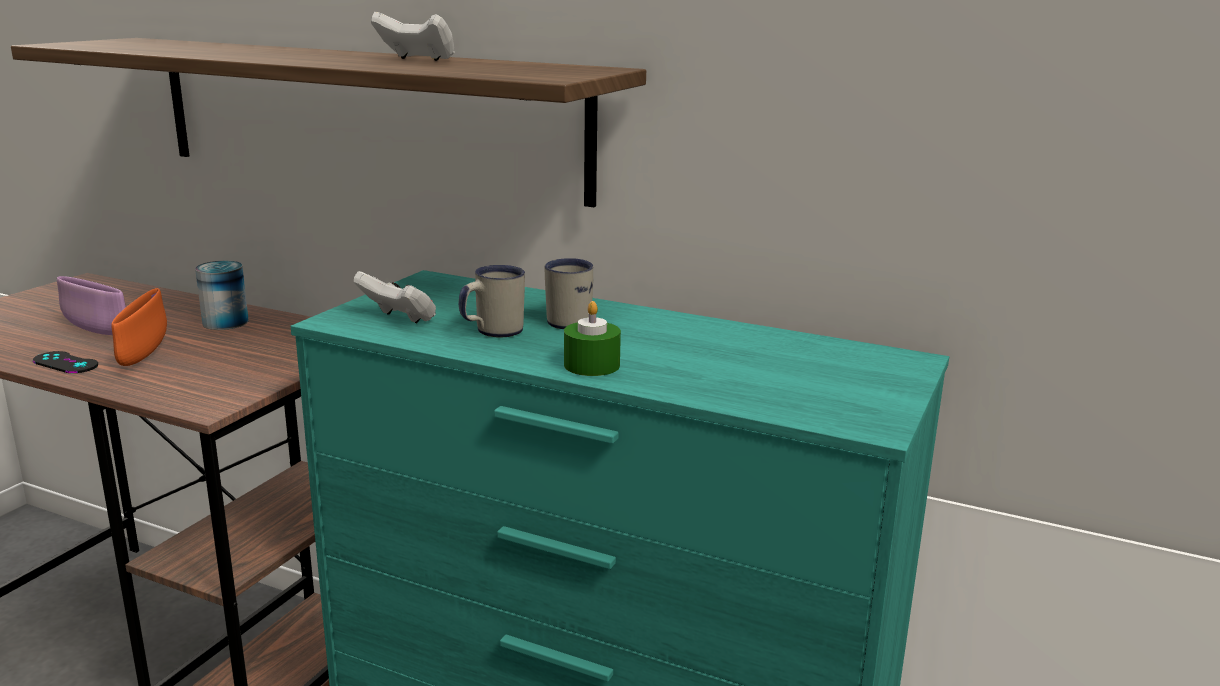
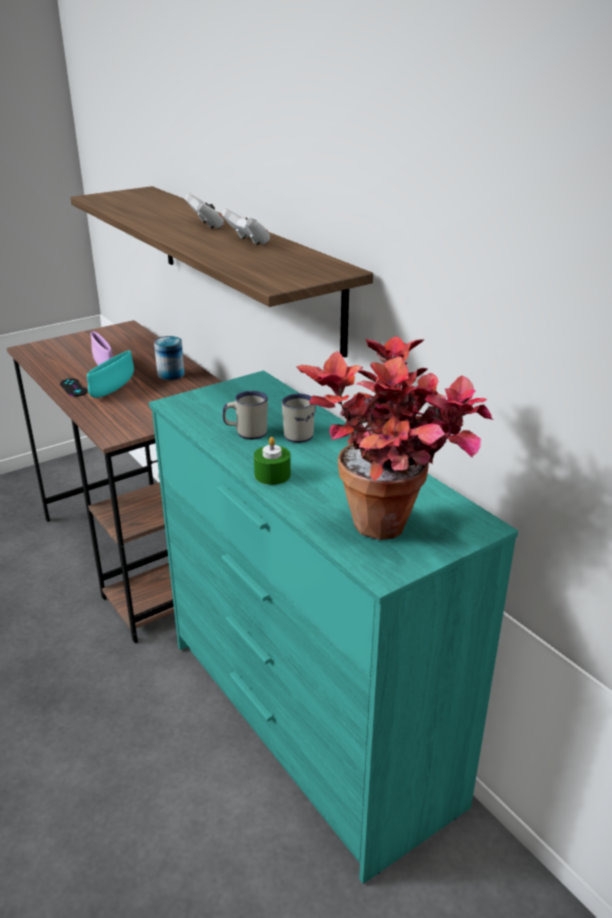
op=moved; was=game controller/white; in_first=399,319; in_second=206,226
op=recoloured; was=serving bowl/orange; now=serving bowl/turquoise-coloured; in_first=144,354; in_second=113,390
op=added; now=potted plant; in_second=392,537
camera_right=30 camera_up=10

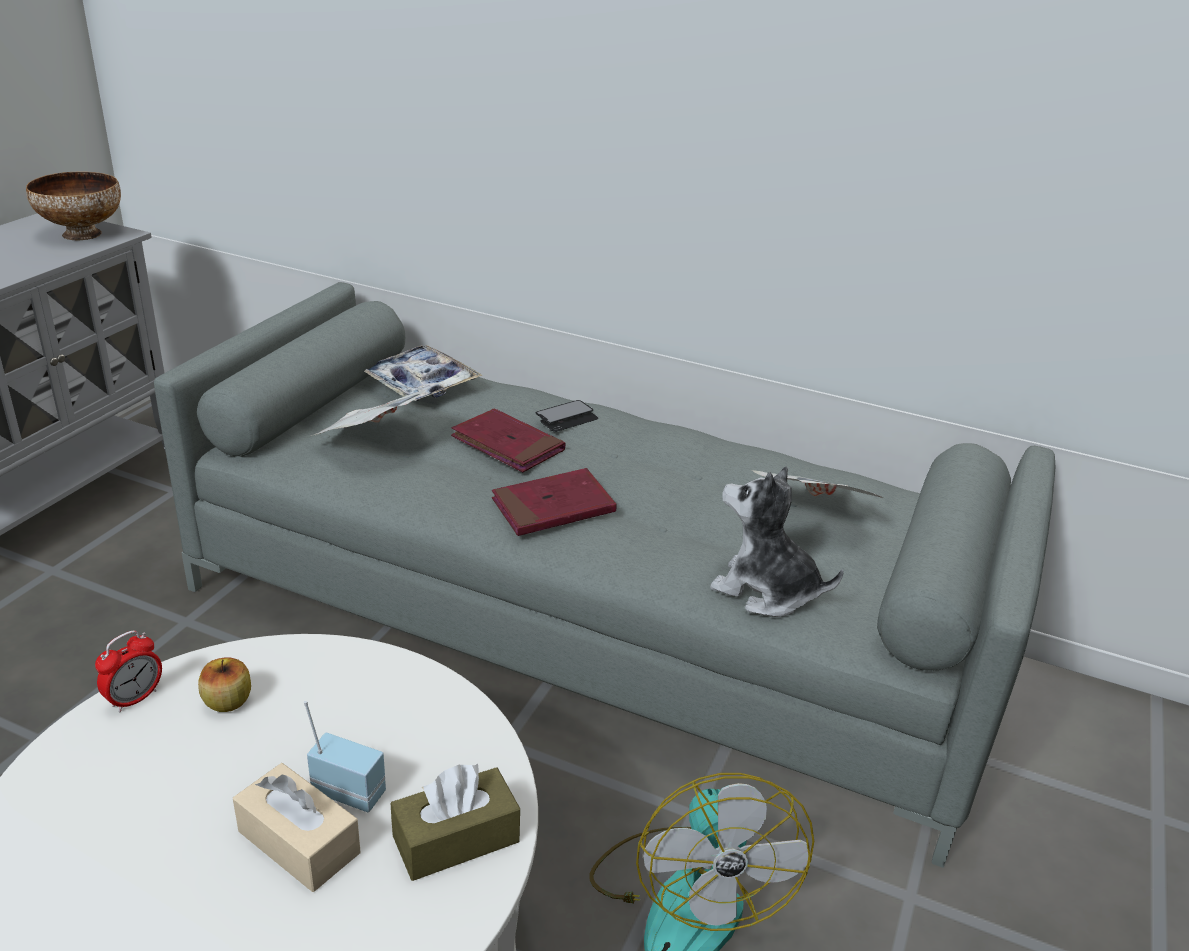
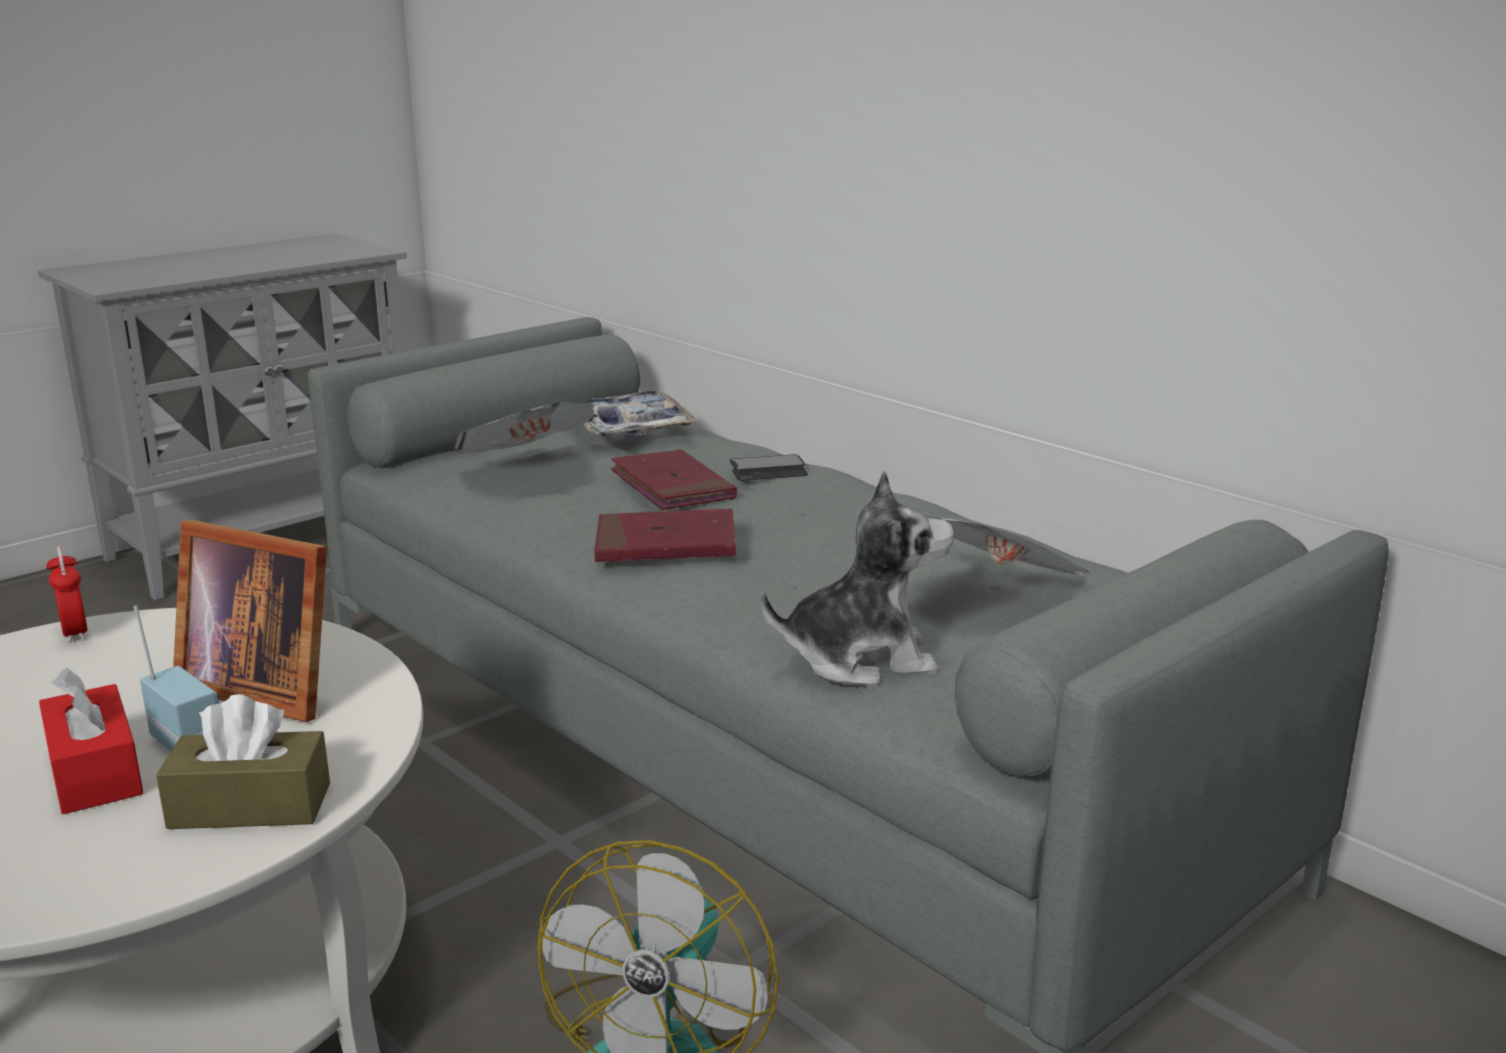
op=removed; was=serving bowl; in_first=84,234
op=turned; was=soft toy; in_first=765,591; in_second=860,659; clockwise=120
op=turned; was=bedside clock; in_first=135,698; in_second=75,633; clockwise=90
op=removed; was=apple; in_first=227,702
op=recoloured; was=box of tissues/beige; now=box of tissues/red; in_first=299,842; in_second=95,772
op=added; now=picture frame; in_second=263,687
camera_right=25 camera_up=-10

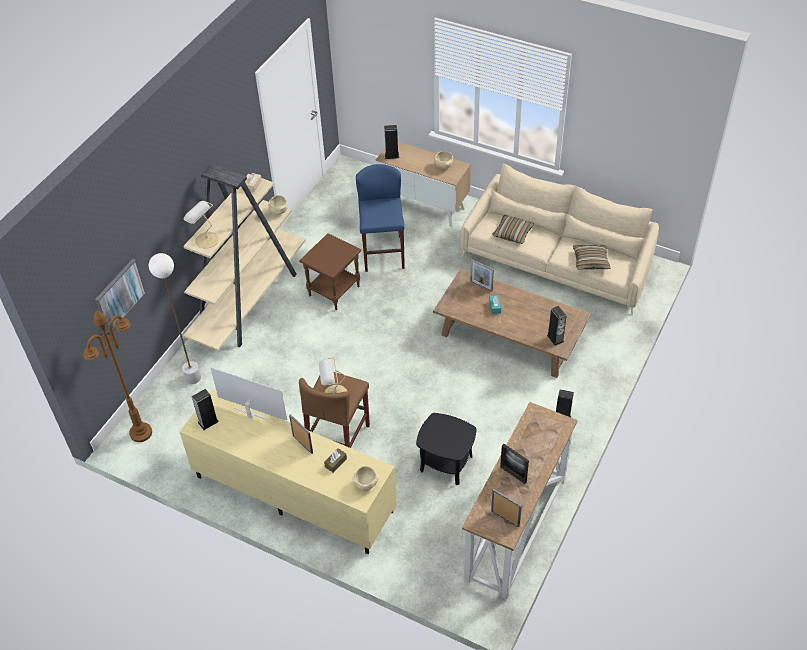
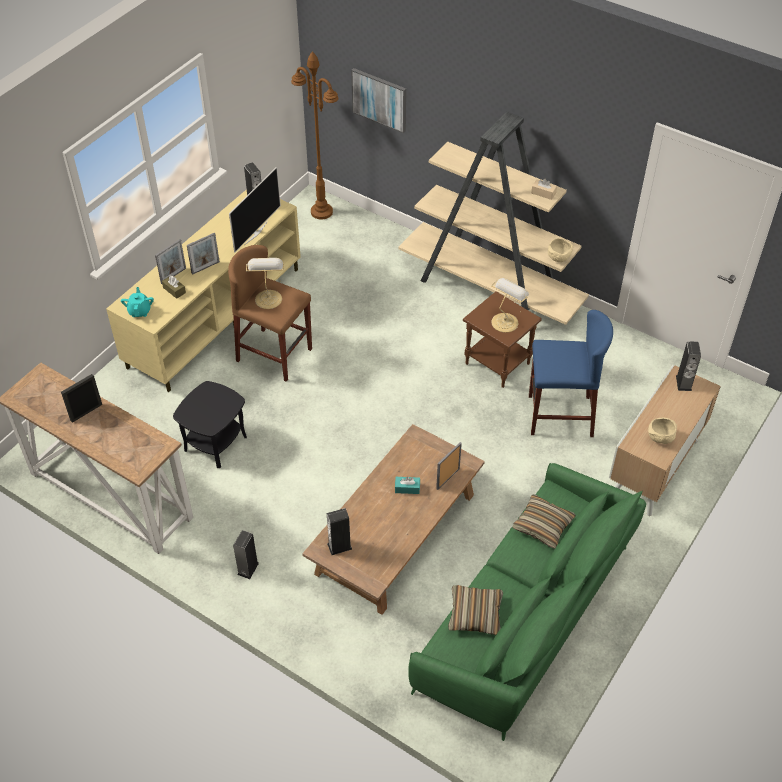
op=recoloured; was=couch/beige; now=couch/green-coloured; in_first=557,262; in_second=528,615
op=moved; was=lamp for a table; in_first=205,239; in_second=505,321
op=removed; was=floor lamp/white; in_first=193,378
op=replaced; was=serving bowl/beige; now=pot for tea/turquoise-coloured; in_first=366,484; in_second=139,311
op=moved; was=picture frame; in_first=505,518; in_second=173,276
camera_right=95 camera_up=0

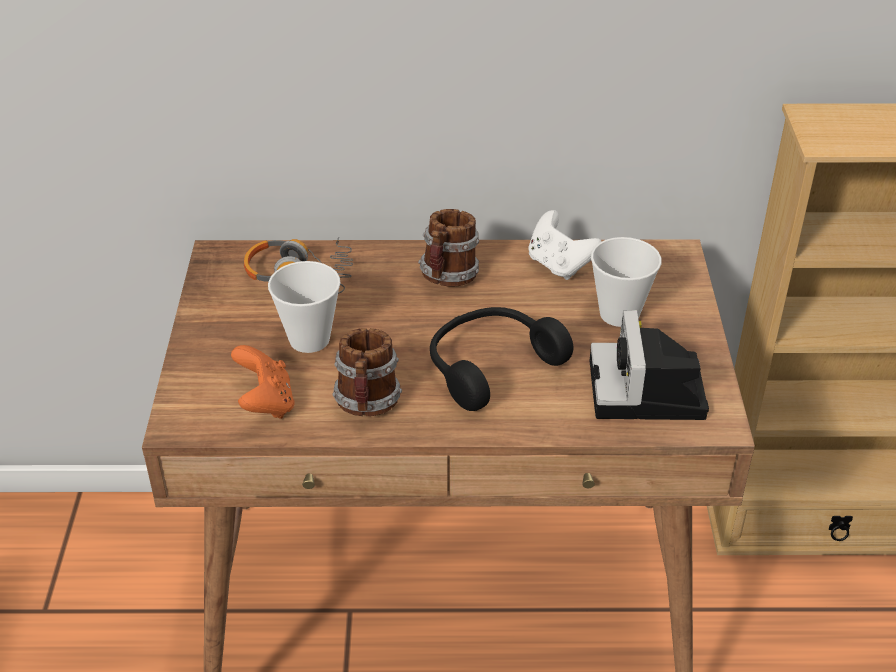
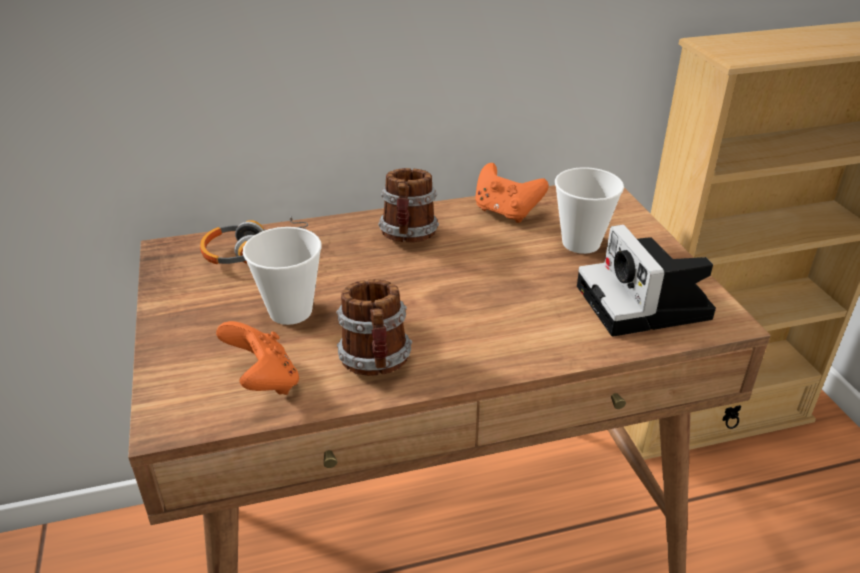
op=recoloured; was=game controller/white; now=game controller/orange; in_first=559,265; in_second=506,212
op=removed; was=headphones/black; in_first=490,365
camera_right=-15 camera_up=-5

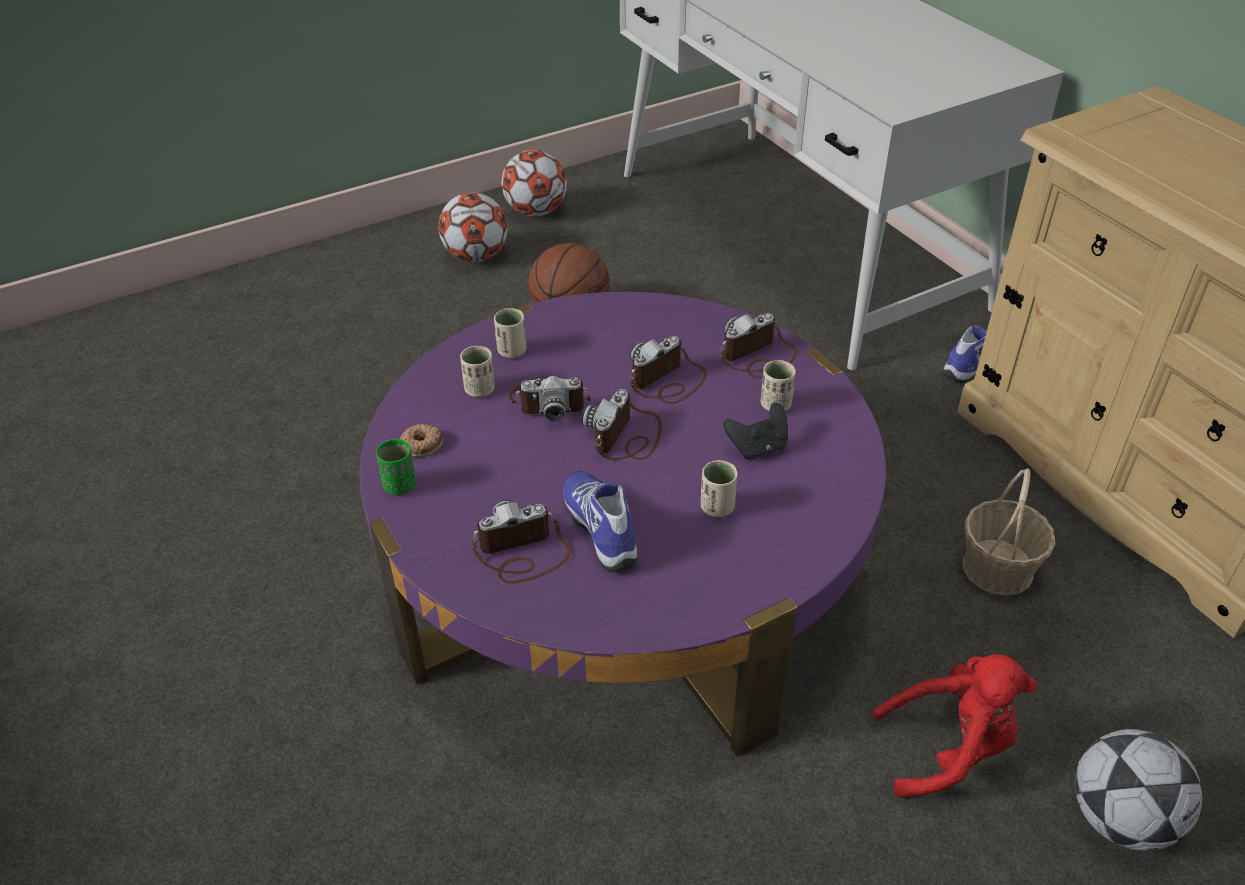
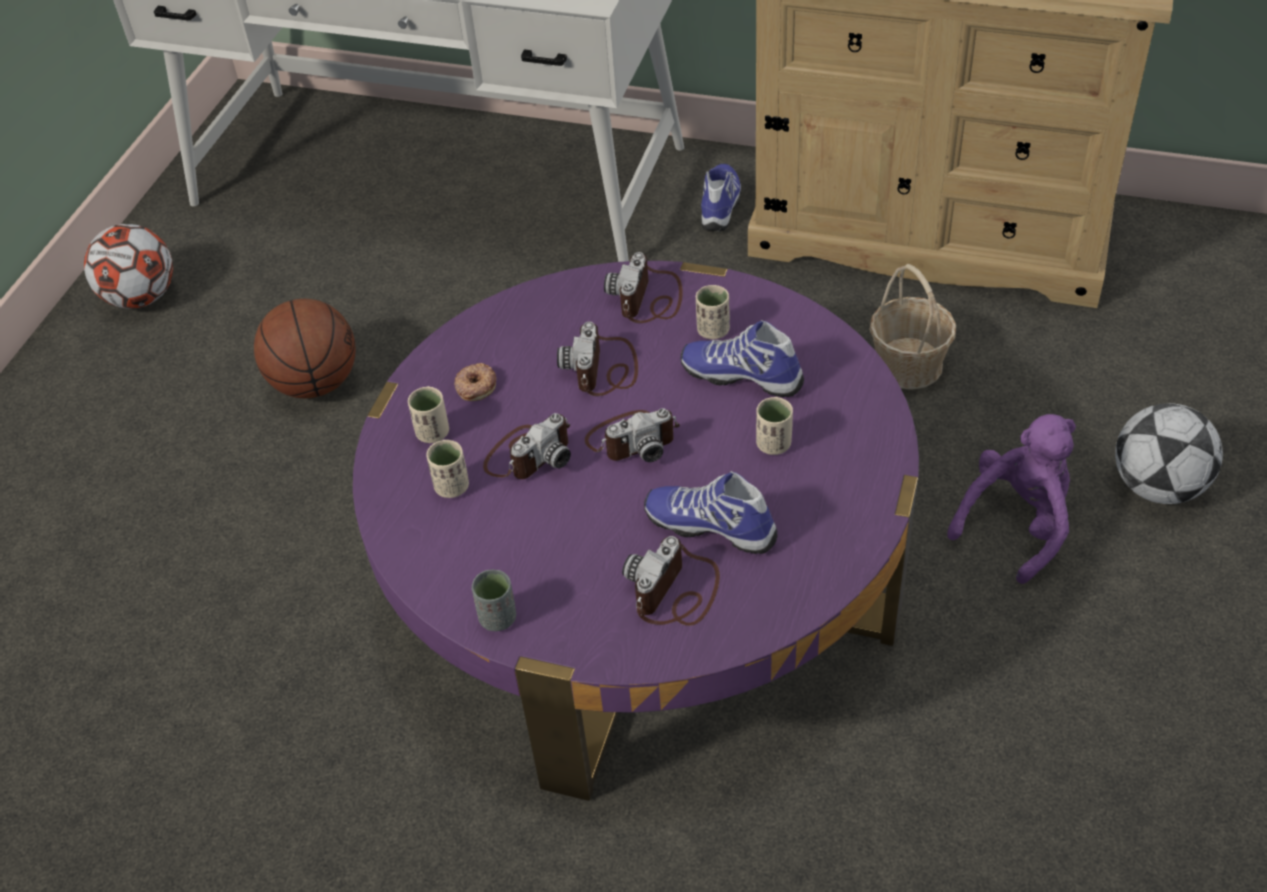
op=removed; was=ball for football; in_first=476,256
op=turned; was=photo camera; in_first=626,437; in_second=632,439; clockwise=-90
op=replaced; was=game controller/black; now=shoe; in_first=758,447; in_second=743,375
op=moved; was=ring doughnut; in_first=421,444; in_second=475,386
op=recoloured; was=drinking cup/green-coloured; now=drinking cup/grey; in_first=400,485; in_second=498,618
op=recoloured; was=soft toy/red; now=soft toy/purple; in_first=948,749; in_second=1017,524
camera_right=-40 camera_up=5

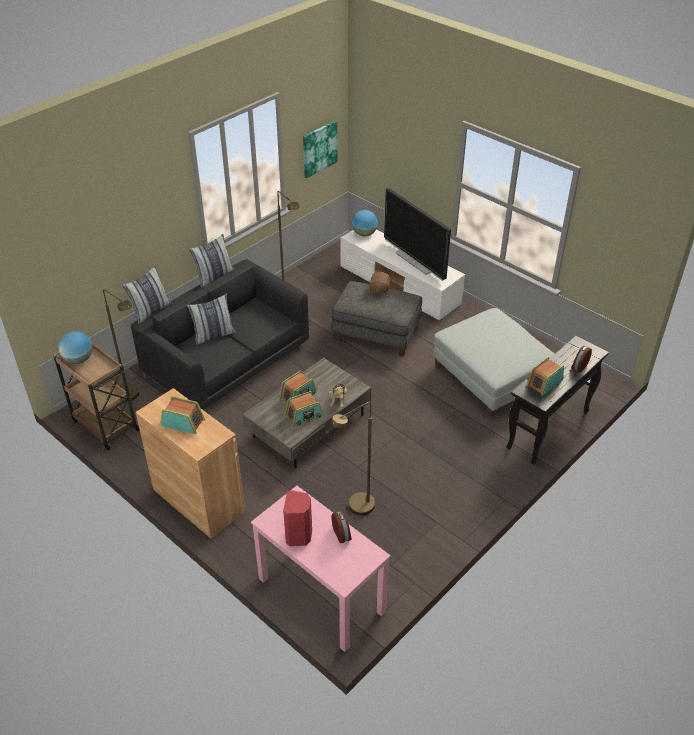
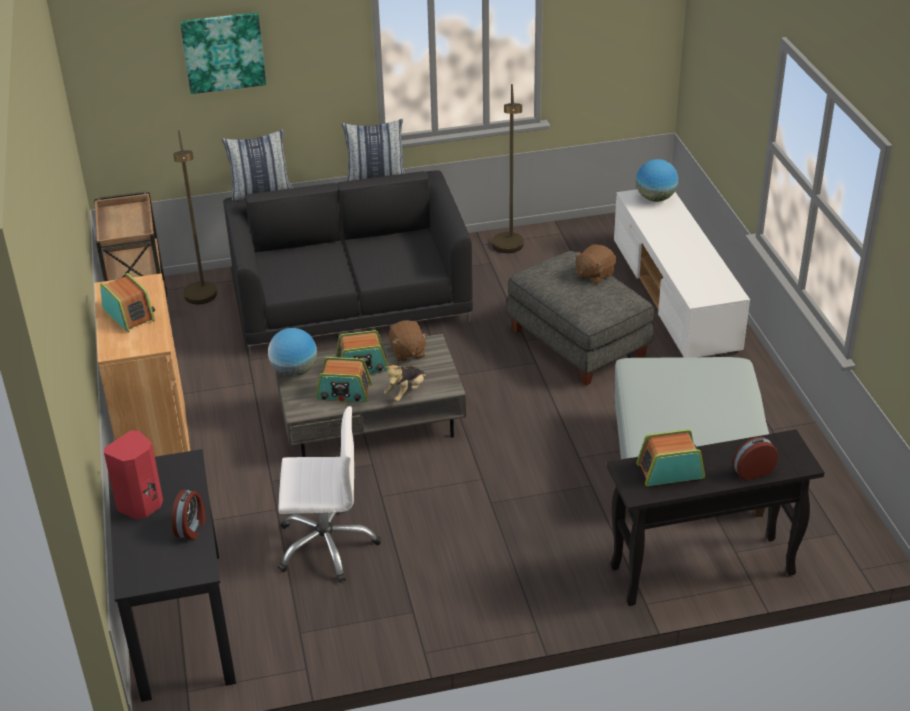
op=moved; was=wall picture; in_first=319,148; in_second=223,52
op=removed; was=TV; in_first=416,261
op=removed; was=cushion; in_first=213,335
op=moved; was=world globe; in_first=78,359; in_second=294,371
op=replaced; was=floor lamp/brown; now=desk chair/white; in_first=356,509; in_second=326,545
op=recoloured; was=desk/pink; now=desk/black; in_first=320,595; in_second=181,622
op=added; now=soft toy/brown; in_second=407,352
camera_right=35 camera_up=-5

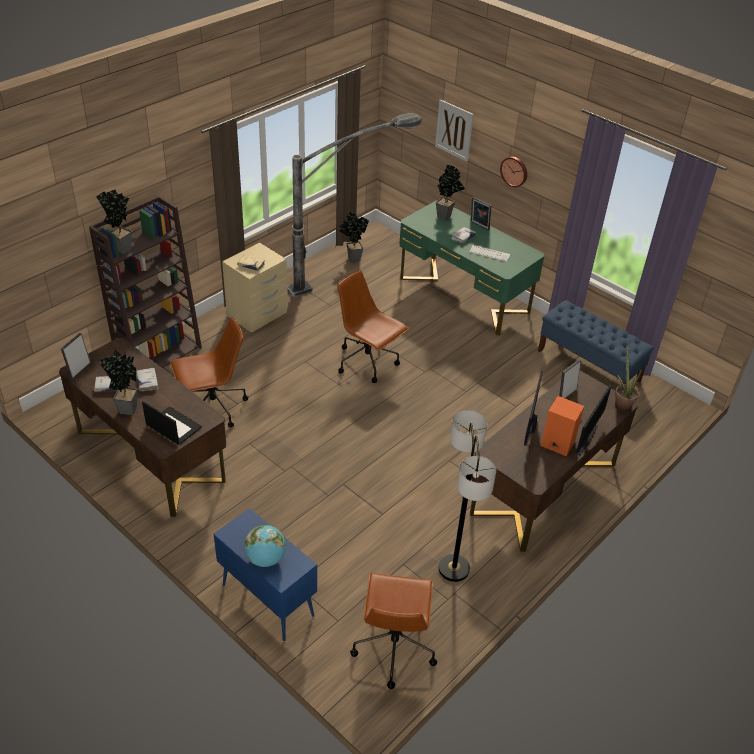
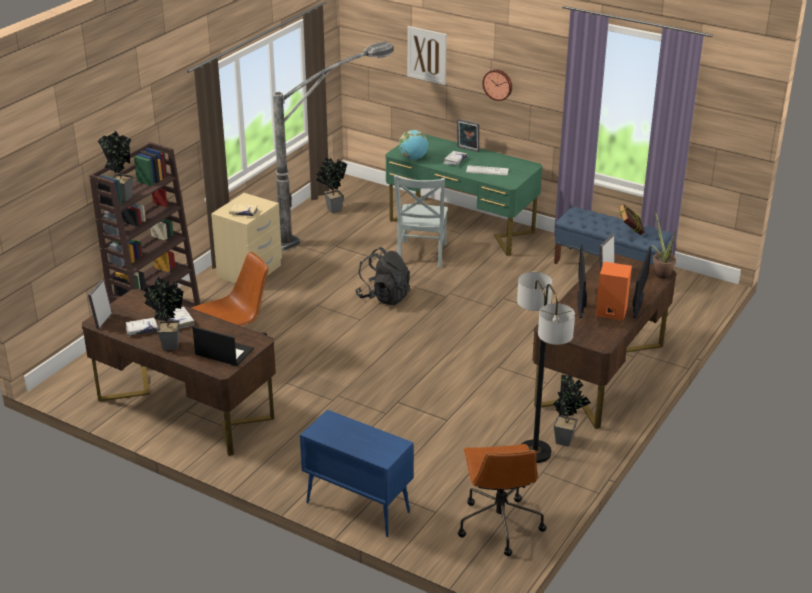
op=moved; was=potted plant; in_first=446,216; in_second=566,439
op=replaced; was=desk chair/brown; now=backpack/black; in_first=368,362; in_second=384,297
op=moved; was=world globe; in_first=266,559; in_second=413,158
op=added; now=upright chair/grey; in_second=421,255
op=added; now=book; in_second=630,232
camera_right=-10 camera_up=-10

